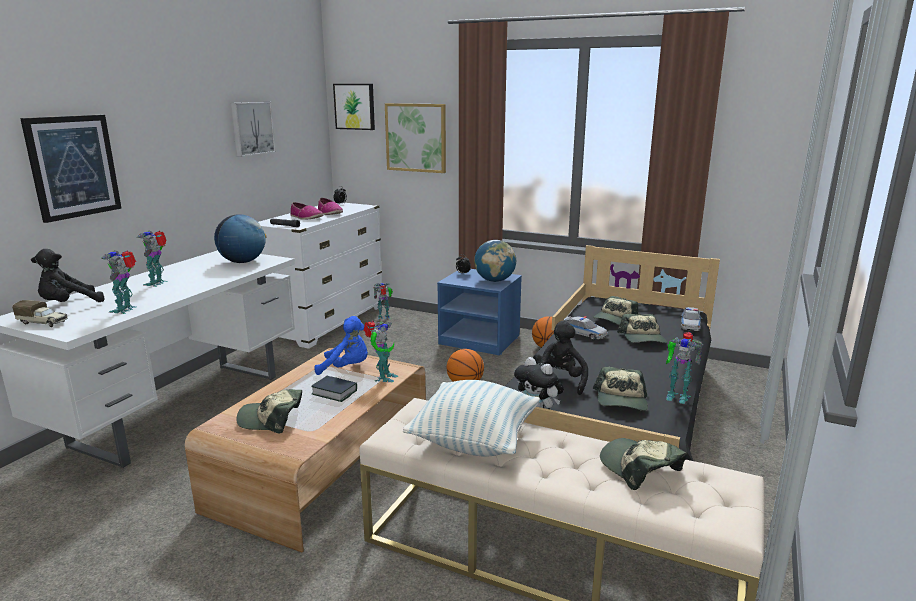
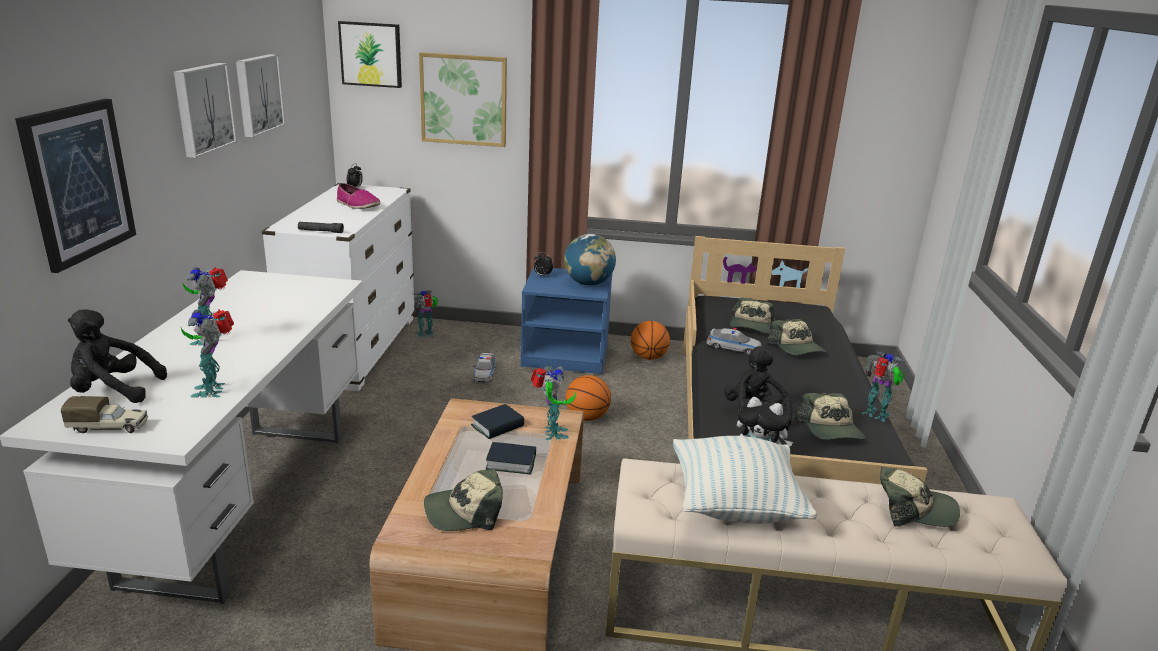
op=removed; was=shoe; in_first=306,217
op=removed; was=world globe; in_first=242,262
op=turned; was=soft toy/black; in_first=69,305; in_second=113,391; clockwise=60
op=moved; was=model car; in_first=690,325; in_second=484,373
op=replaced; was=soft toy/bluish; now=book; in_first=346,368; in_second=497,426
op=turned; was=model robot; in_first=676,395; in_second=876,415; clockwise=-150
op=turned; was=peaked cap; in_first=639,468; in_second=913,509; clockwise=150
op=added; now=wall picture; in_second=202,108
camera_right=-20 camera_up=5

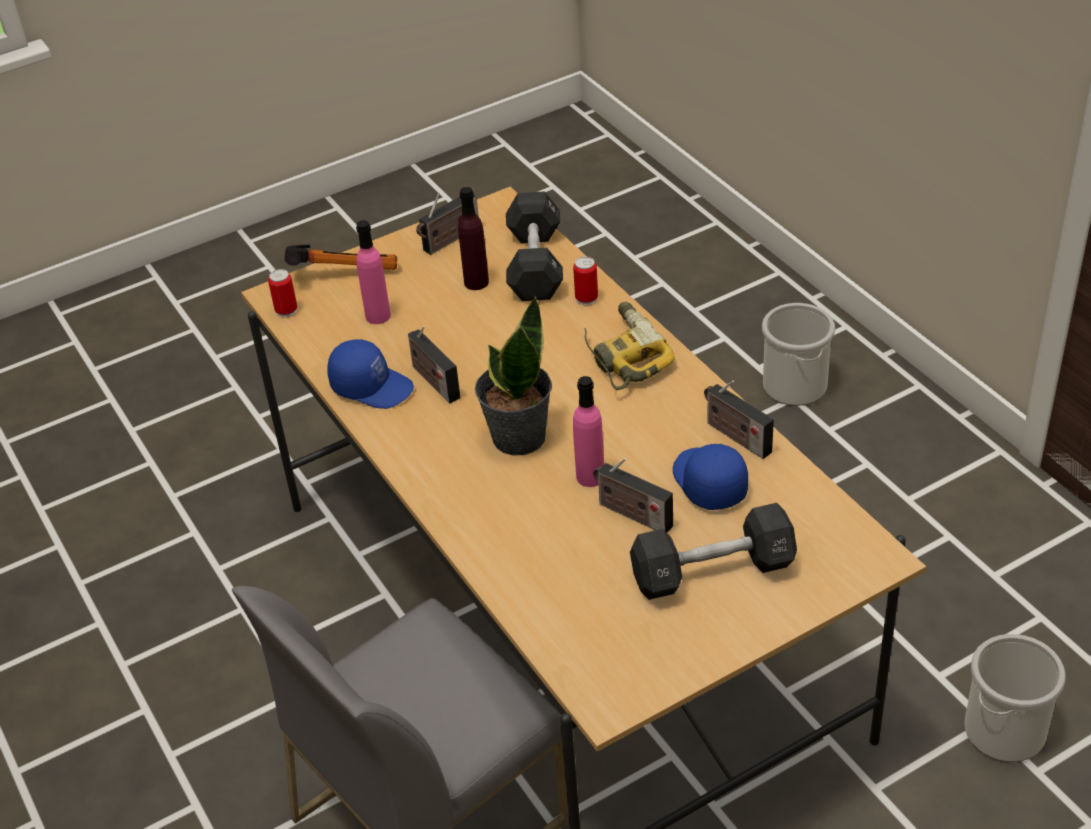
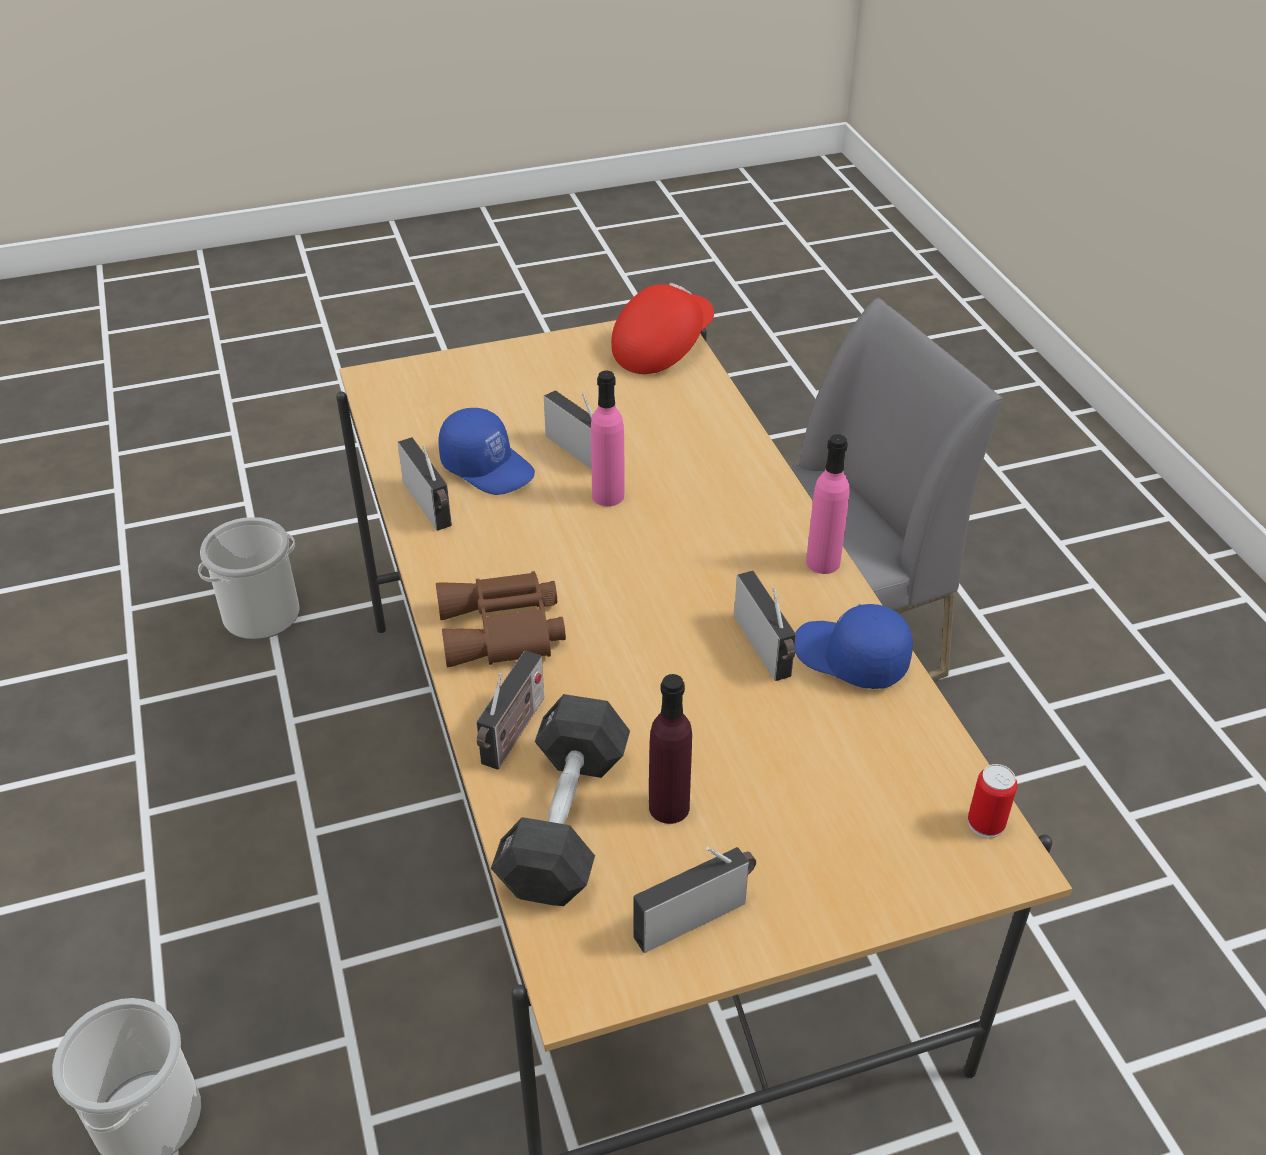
op=moved; was=drink bottle/pink; in_first=378,316; in_second=823,562
op=removed; was=hammer; in_first=343,270
op=replaced; was=can; now=radio; in_first=586,298; in_second=512,734
op=removed; was=potted plant; in_first=517,437
op=replaced; was=drill; now=binoculars/brown; in_first=623,355; in_second=503,632
op=turned; was=peaked cap/bluish; in_first=707,483; in_second=488,467; clockwise=-45
op=removed; was=free weight/black; in_first=712,571
op=added; now=peaked cap/red; in_second=661,347
camera_right=-170 camera_up=0

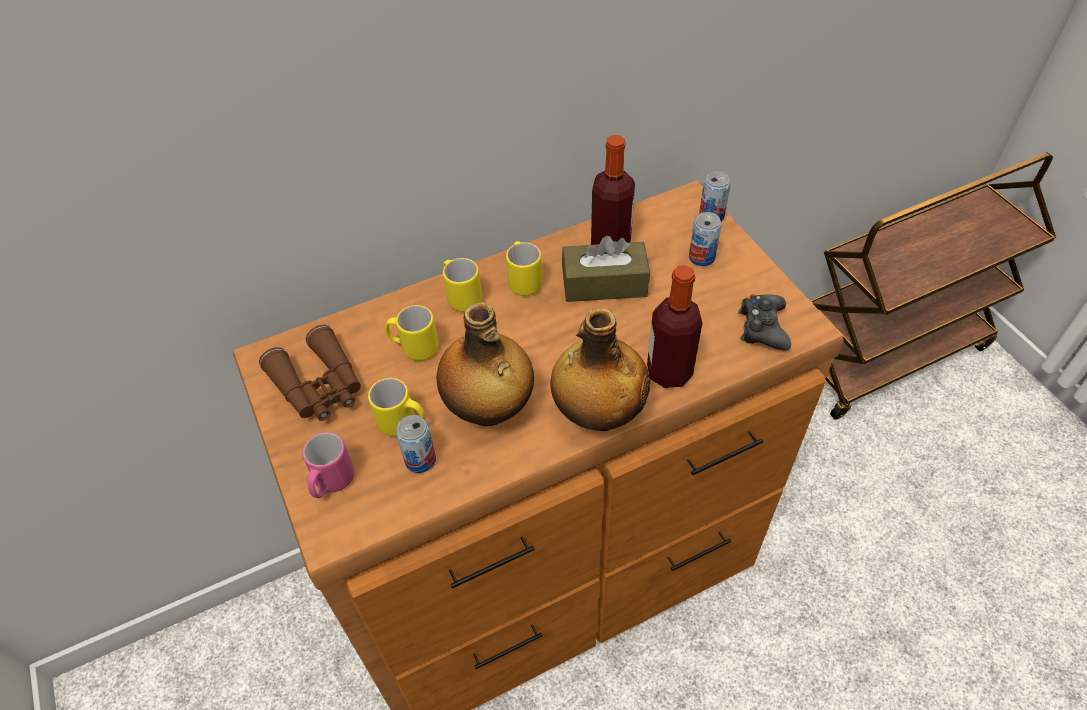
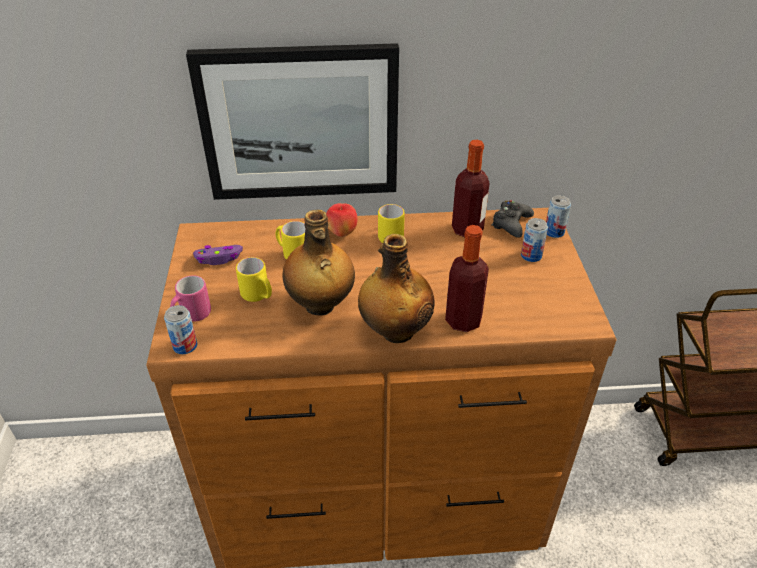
op=removed; was=box of tissues/brown; in_first=604,284
op=replaced; was=mug/yellow; now=apple; in_first=461,297; in_second=342,233
op=moved; was=game controller/black; in_first=763,327; in_second=511,223
op=replaced; was=binoculars/brown; now=game controller/purple; in_first=319,386; in_second=219,258
op=moved; was=can; in_first=420,460; in_second=185,346
op=added; now=wall picture; in_second=300,123
camera_right=20 camera_up=-10

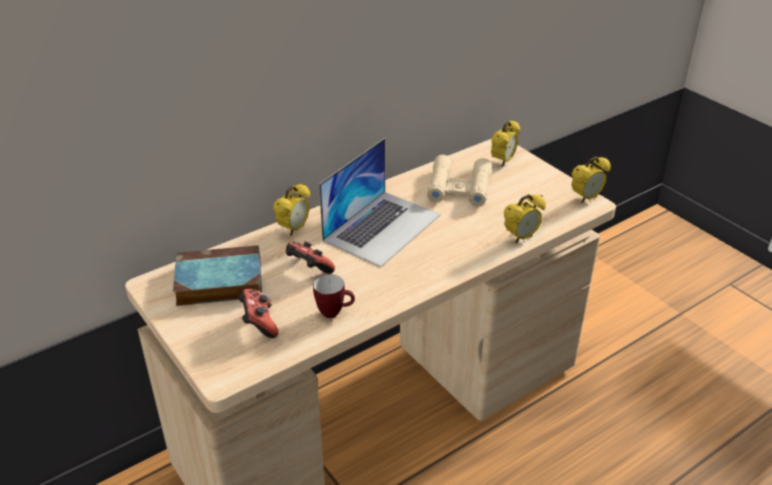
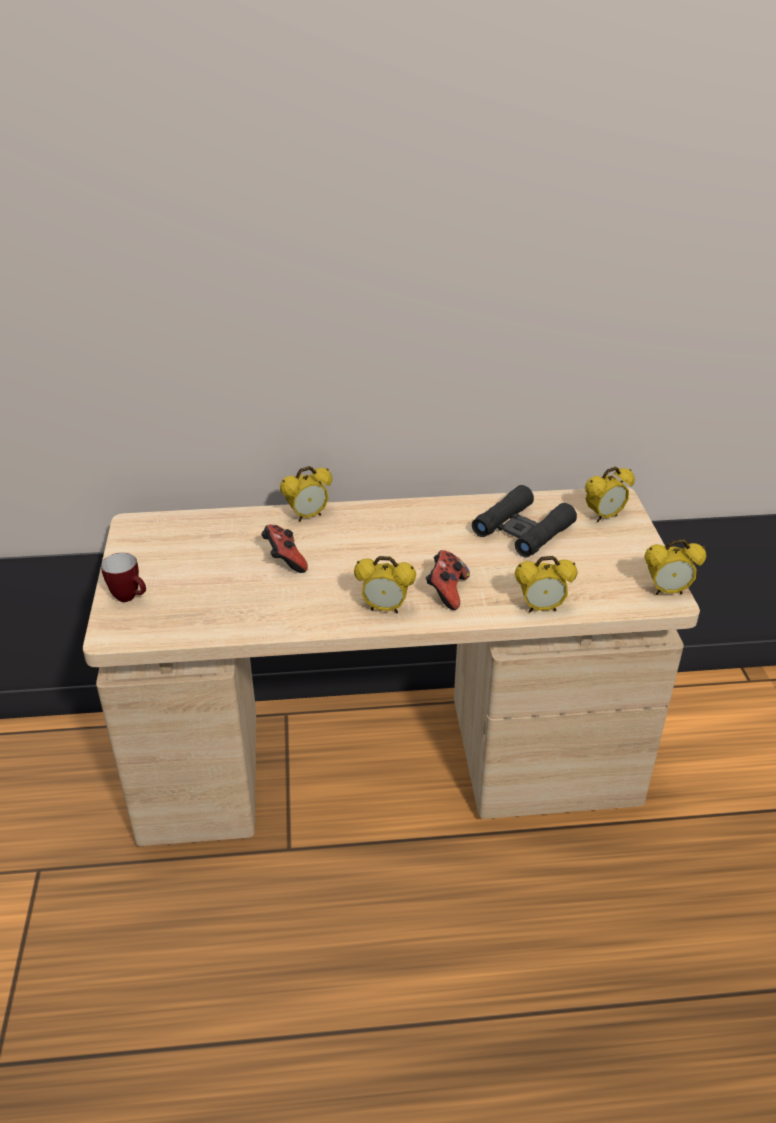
op=removed; was=laptop; in_first=382,227
op=recoloured; was=binoculars/beige; now=binoculars/black; in_first=459,188; in_second=522,530
op=removed; was=book; in_first=217,282
op=moved; was=mug; in_first=334,312; in_second=130,598
op=moved; was=game controller; in_first=259,324; in_second=446,592
op=added; now=bedside clock; in_second=385,608
camera_right=30 camera_up=0

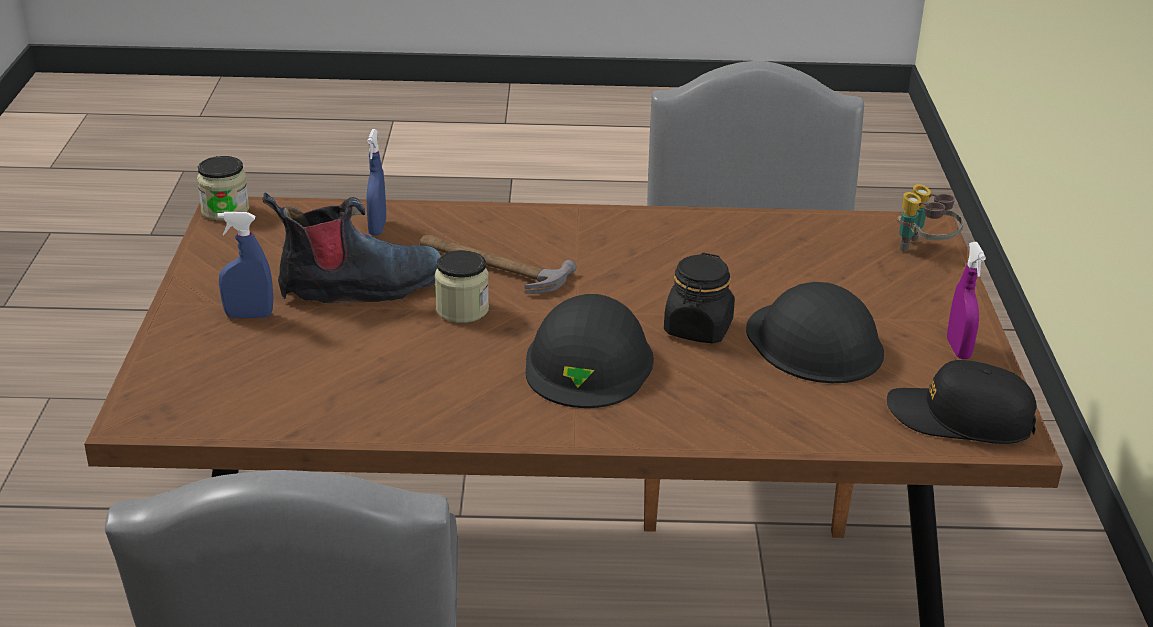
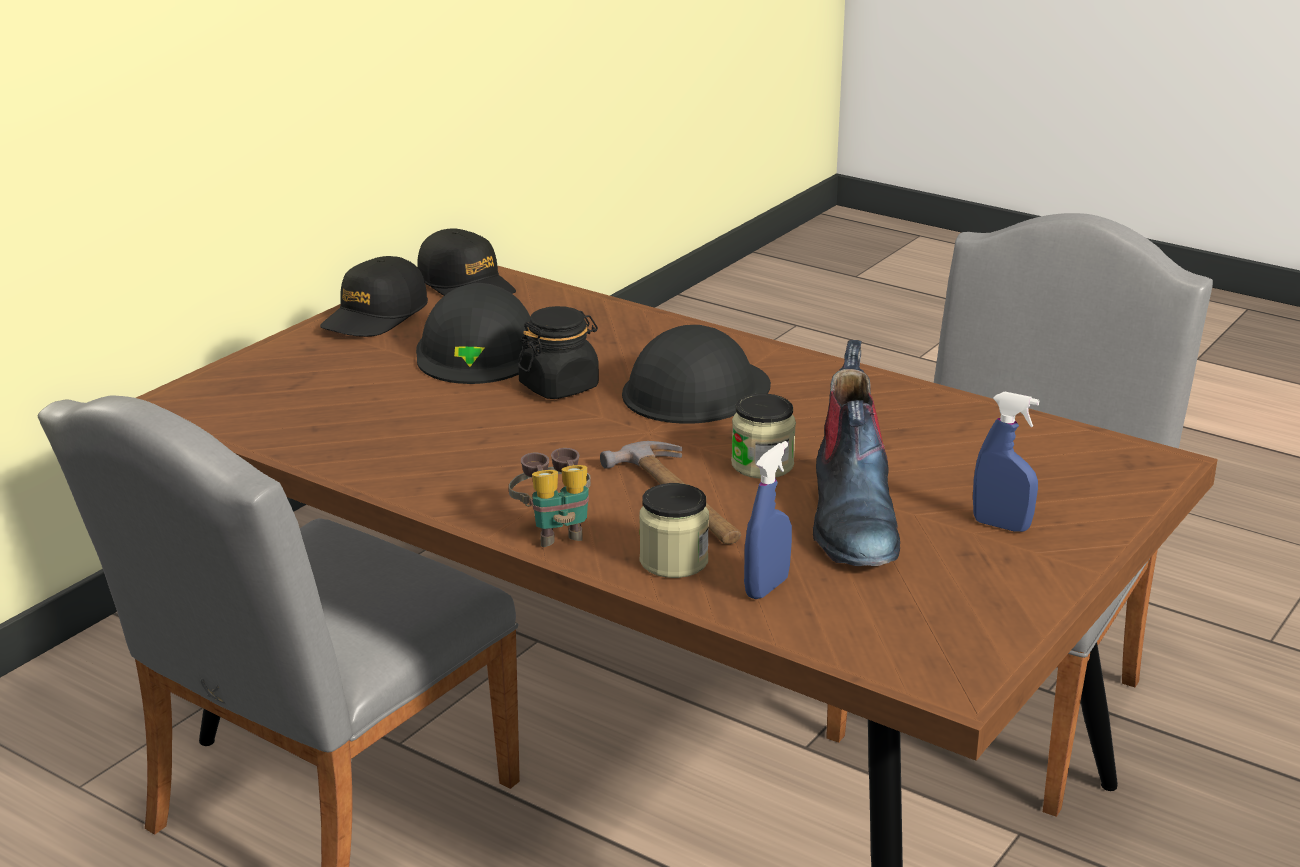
op=moved; was=preserve jar; in_first=225,210; in_second=673,561
op=moved; was=binoculars; in_first=923,250; in_second=555,531
op=turned; was=tall boot; in_first=360,288; in_second=852,519; clockwise=-105
op=replaced; was=spray bottle/purple; now=peaked cap/black; in_first=958,349; in_second=375,316
camera_right=-145 camera_up=-5

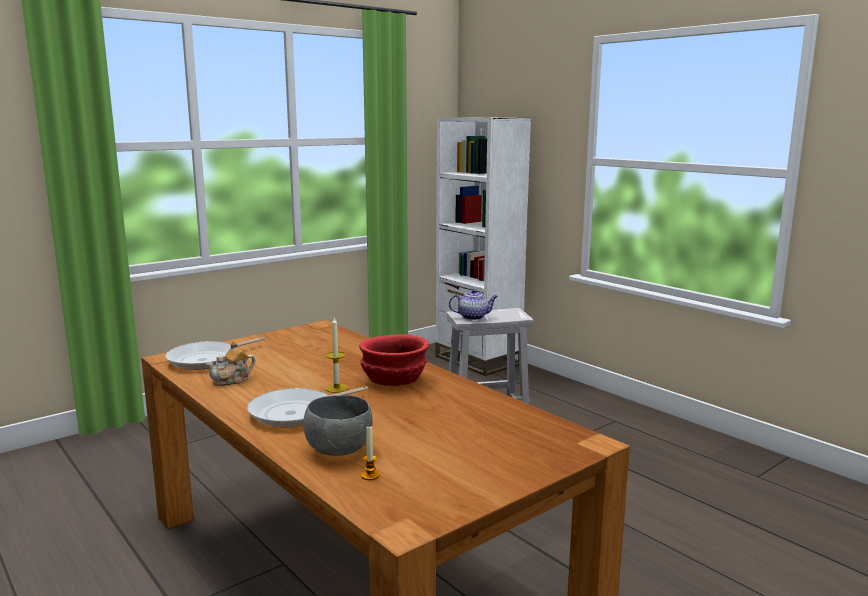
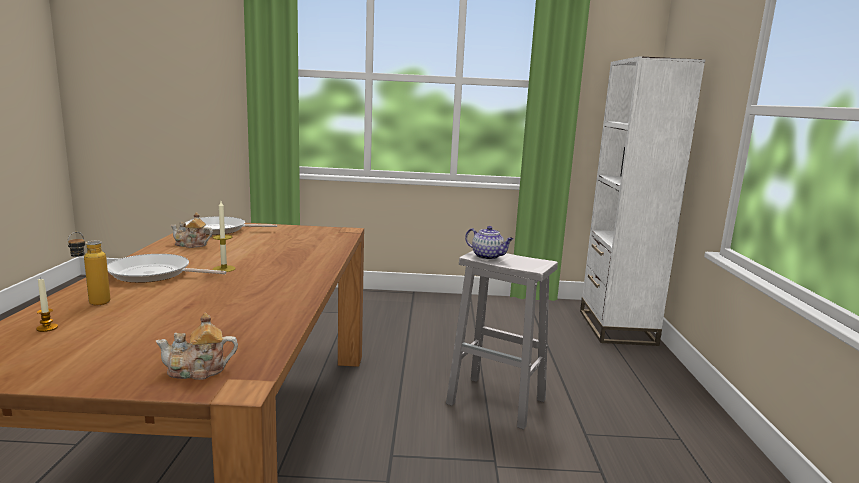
op=removed; was=serving bowl/red; in_first=393,380
op=replaced; was=serving bowl/grey; now=drink bottle; in_first=339,450; in_second=92,305
op=added; now=pot for tea; in_second=198,371
camera_right=40 camera_up=0

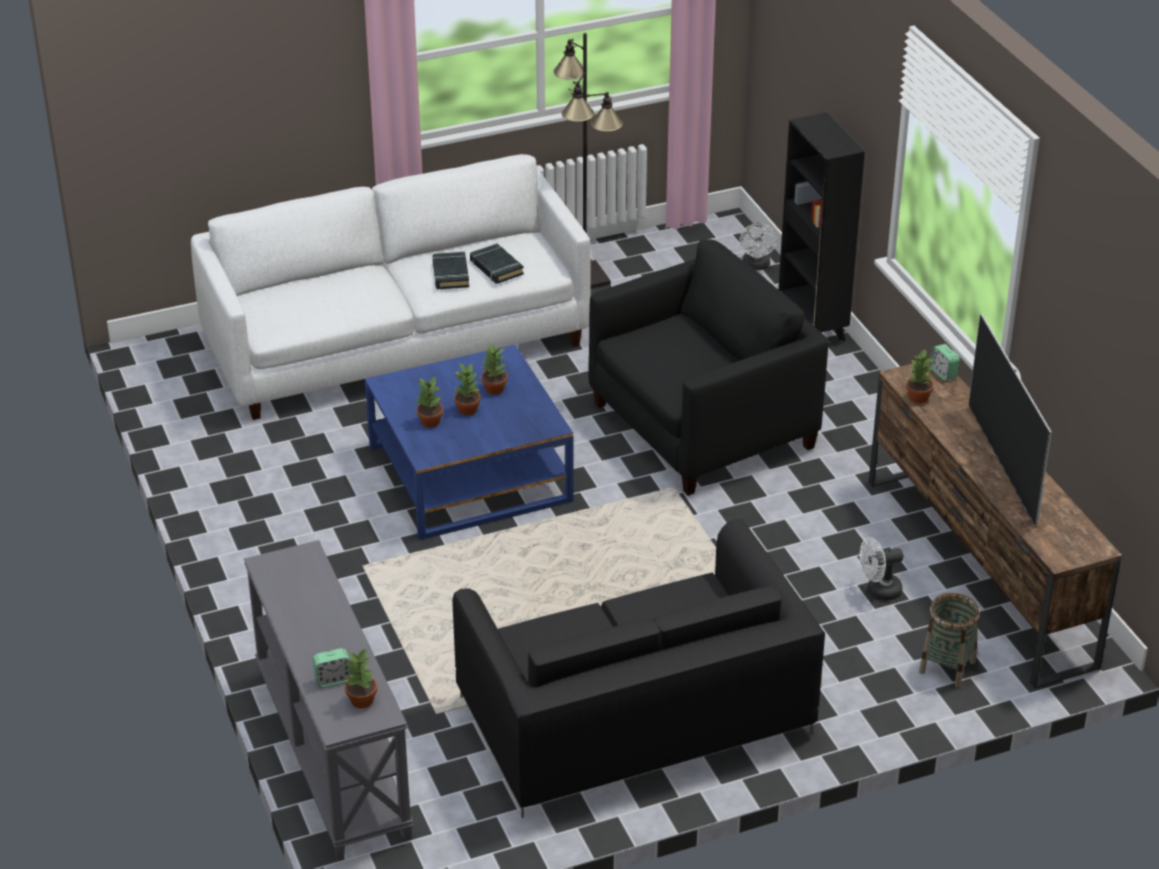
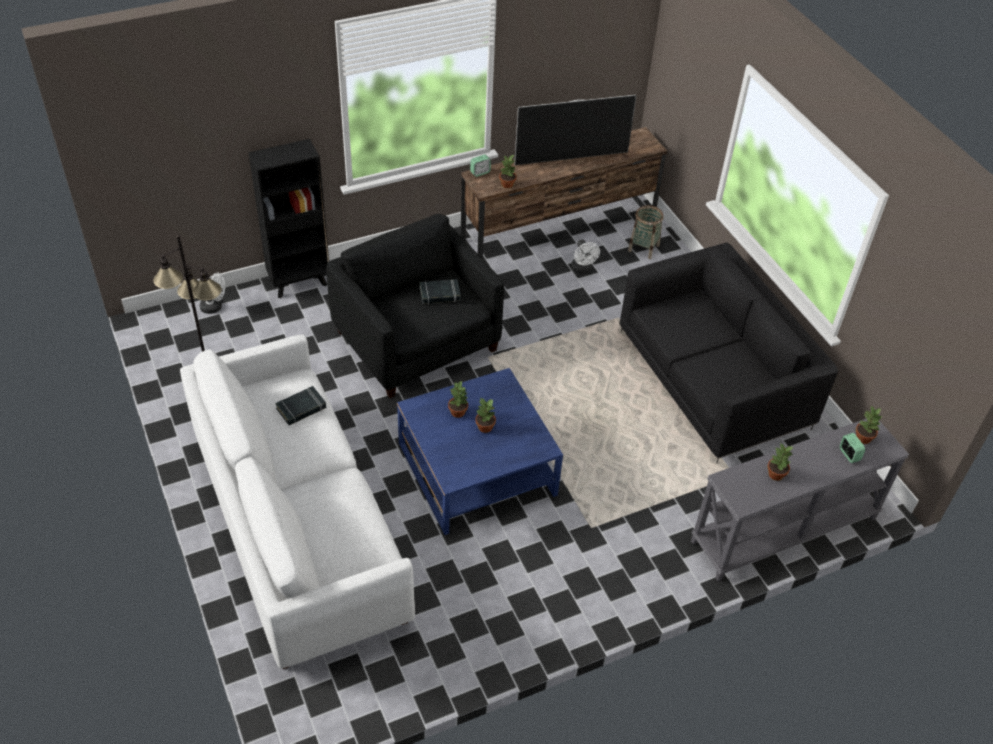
op=moved; was=book/black; in_first=450,274; in_second=440,294
op=moved; was=potted plant; in_first=429,422; in_second=776,475
camera_right=-95 camera_up=10

